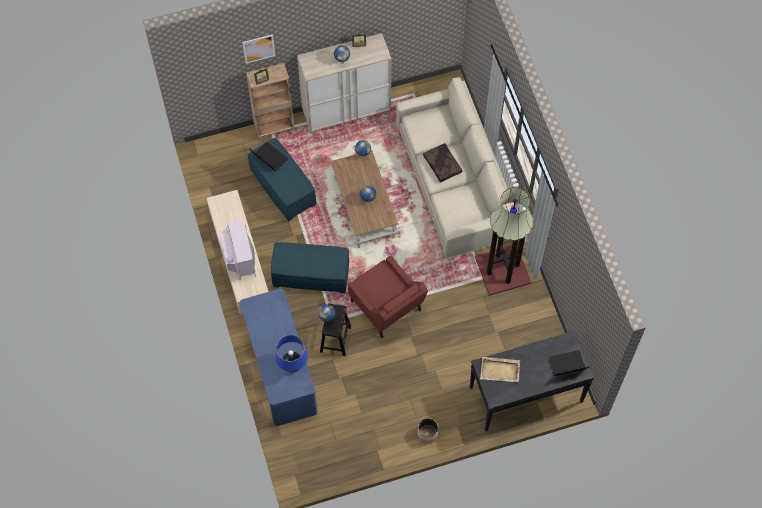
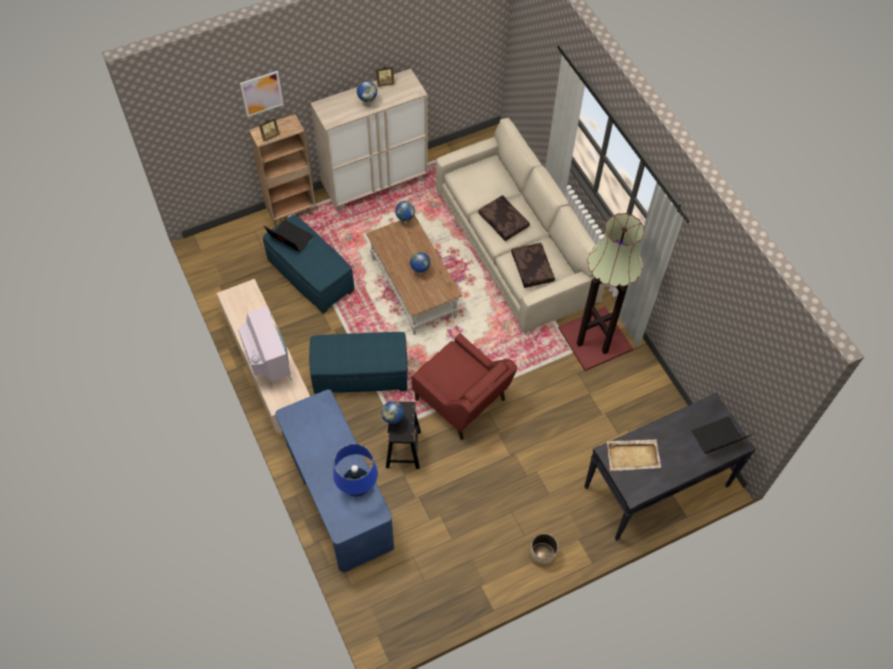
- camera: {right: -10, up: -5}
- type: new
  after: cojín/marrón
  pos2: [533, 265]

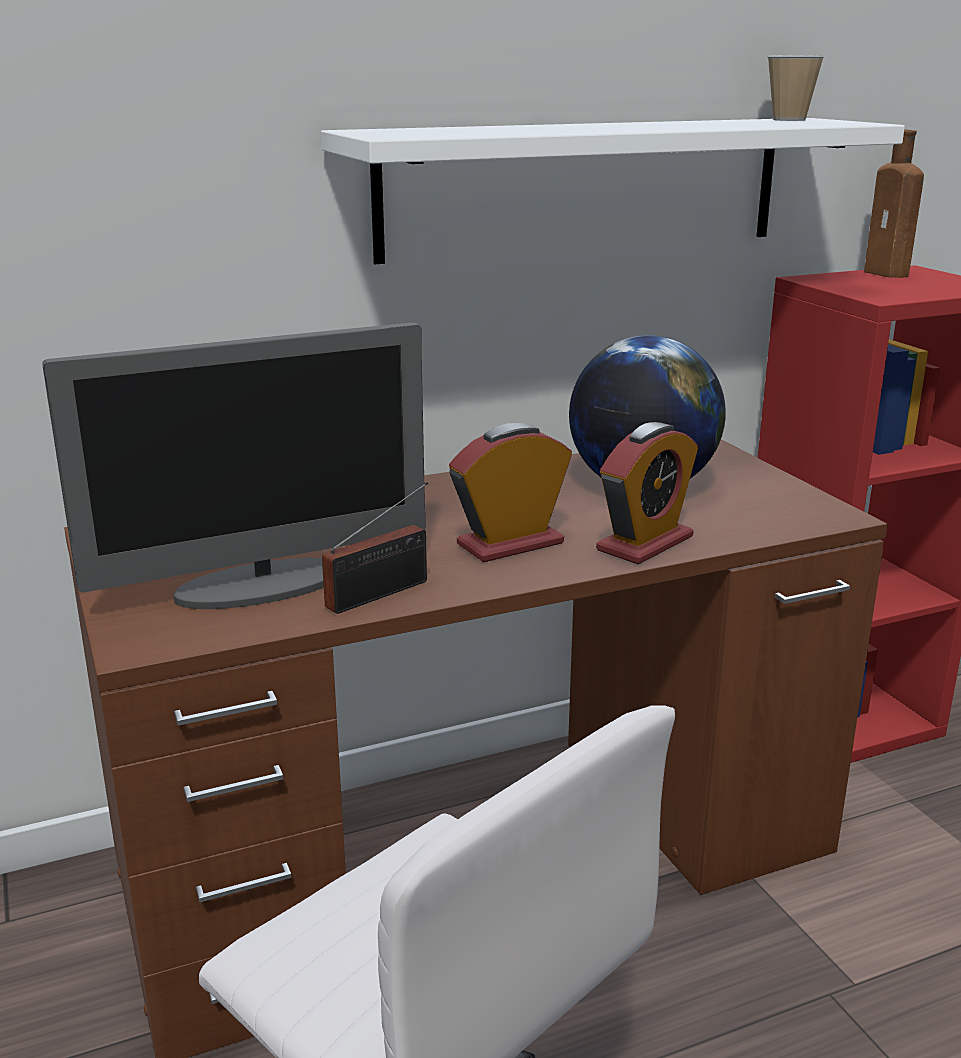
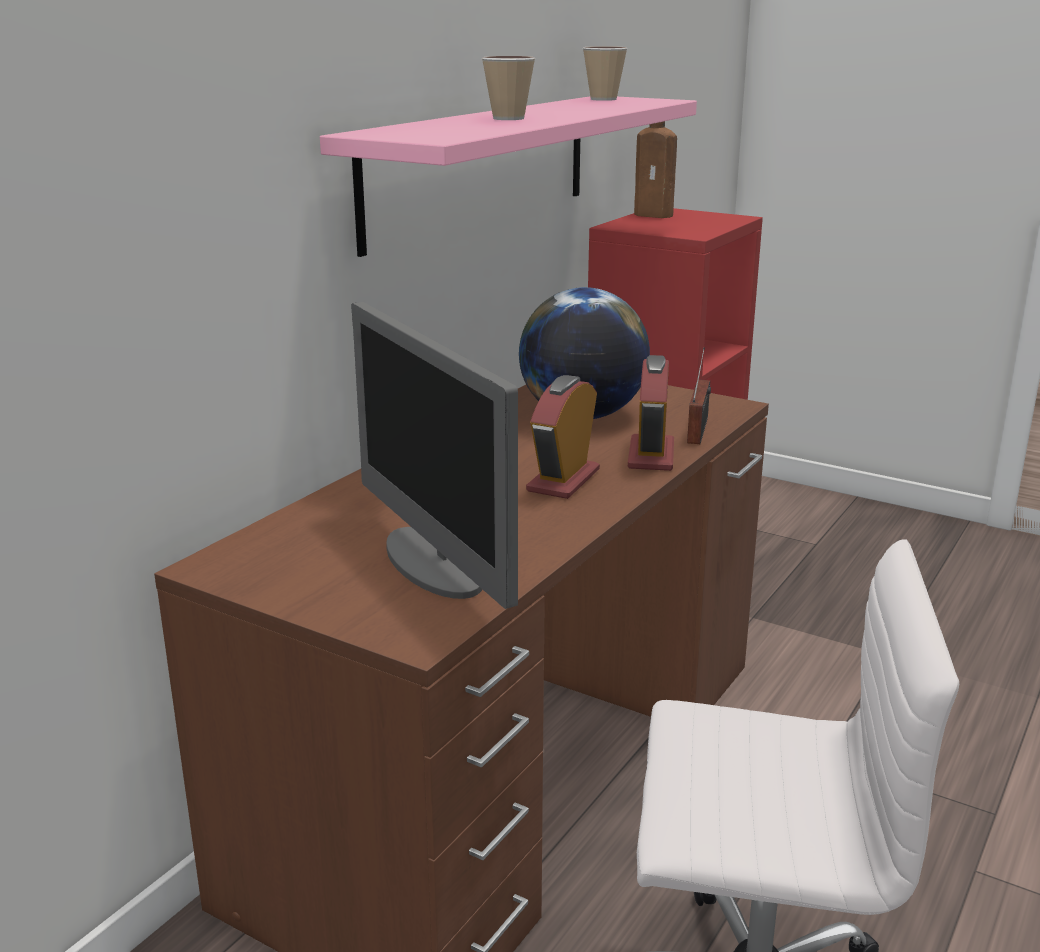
- camera: {right: -35, up: 0}
- type: new
  after: taza
  pos2: [508, 88]
- type: shifted
  before: radio
  pos1: [375, 548]
  pos2: [699, 396]
- type: repainted
  before: estante/blanco
  after: estante/rosa
  pos1: [613, 191]
  pos2: [508, 176]
- type: rotated
  before: monitor
  pos1: [234, 465]
  pos2: [434, 455]
  turn: 120

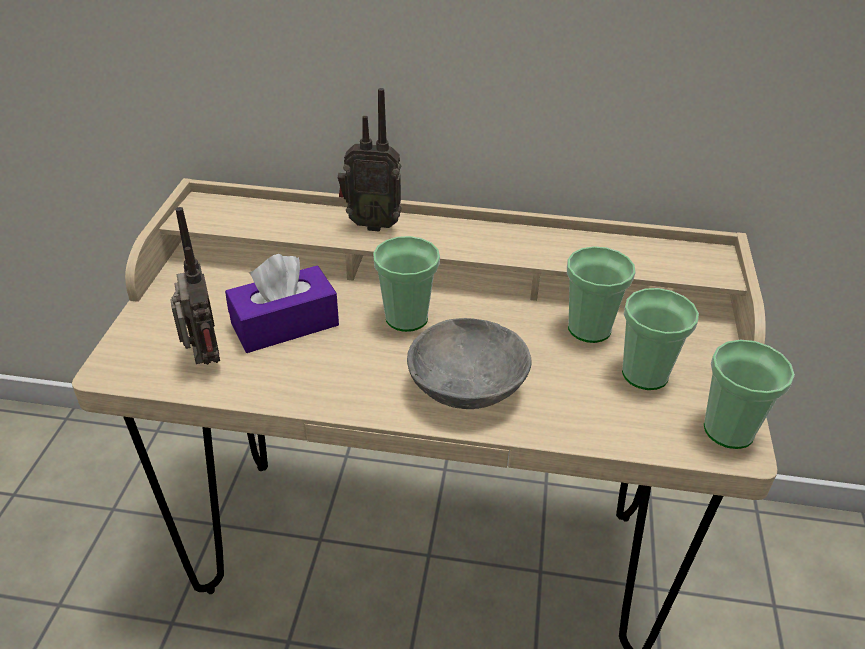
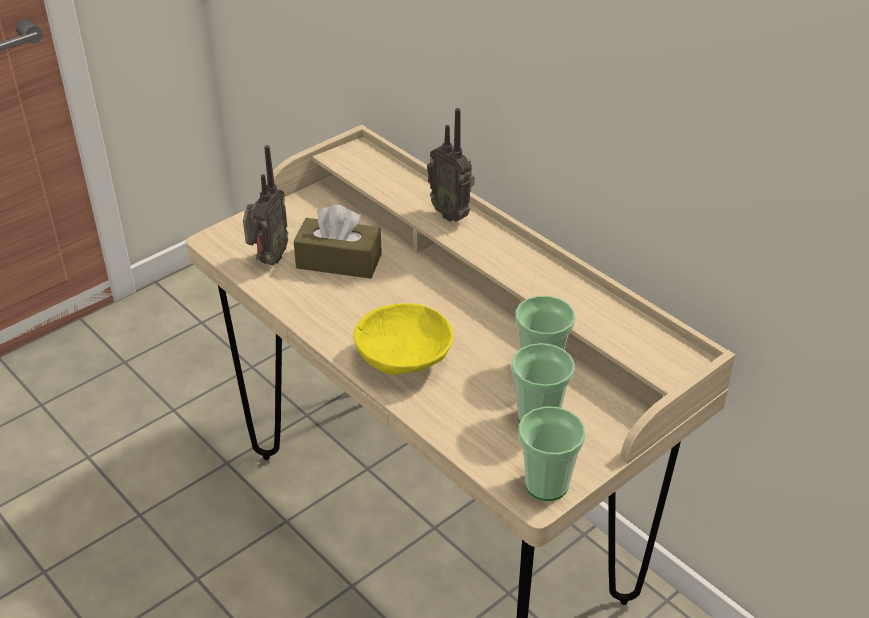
- camera: {right: 40, up: 0}
- type: gone
  before: taza
  pos1: [406, 284]
- type: repainted
  before: caja de pañuelos/morado
  after: caja de pañuelos/marrón
  pos1: [282, 303]
  pos2: [338, 242]
- type: repainted
  before: cuenco/gris
  after: cuenco/amarillo
  pos1: [469, 363]
  pos2: [403, 339]

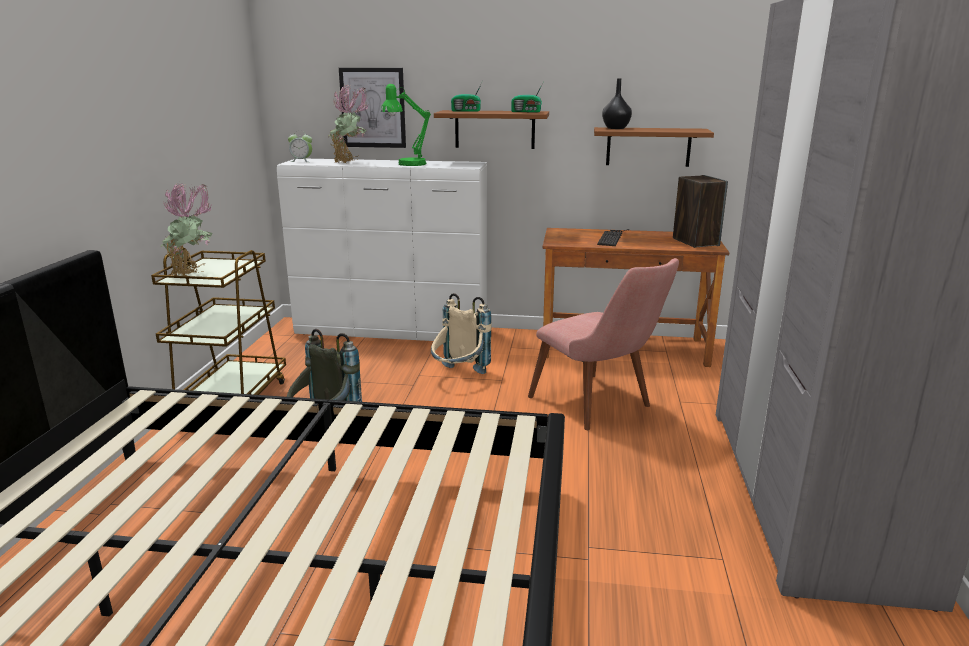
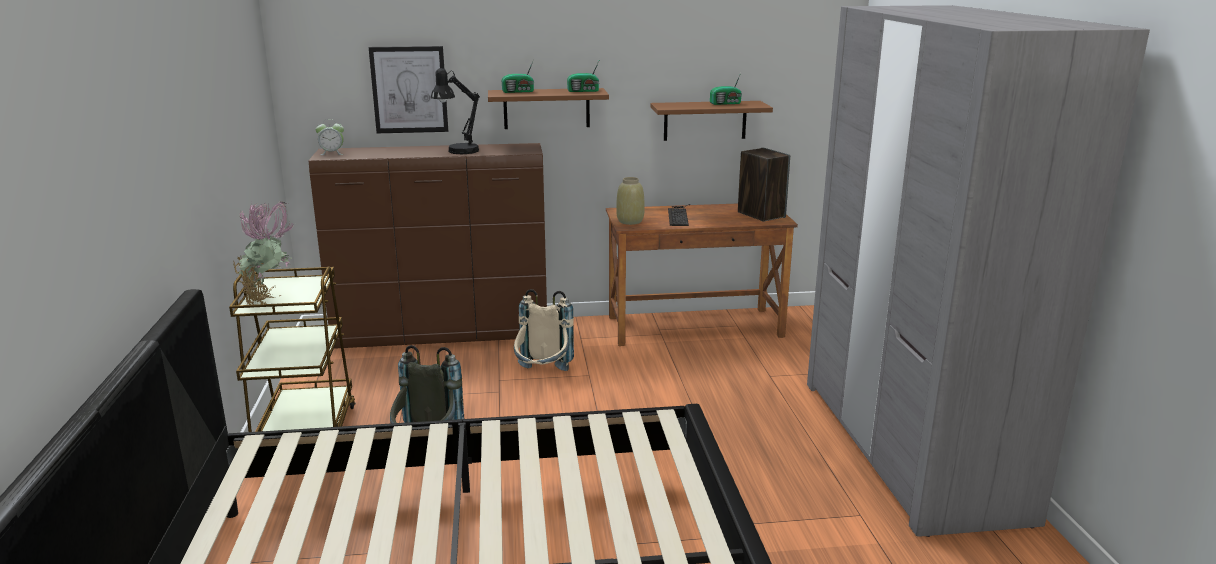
- camera: {right: -15, up: 0}
- type: gone
  before: planta en maceta
  pos1: [349, 124]
- type: gone
  before: silla/rosa
  pos1: [603, 344]
- type: gone
  before: florero/negro
  pos1: [617, 104]
- type: new
  after: florero/beis
  pos2: [630, 201]
- type: new
  after: radio
  pos2: [726, 89]
- type: repainted
  before: cómoda/blanco
  after: cómoda/marrón
  pos1: [382, 249]
  pos2: [427, 246]
- type: repainted
  before: lámpara de mesa/verde
  after: lámpara de mesa/negro
  pos1: [406, 125]
  pos2: [455, 111]

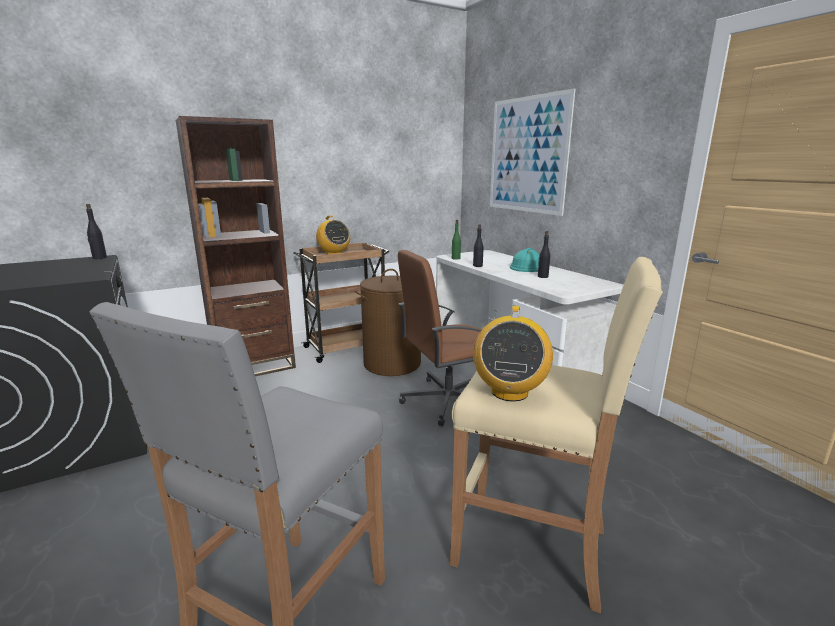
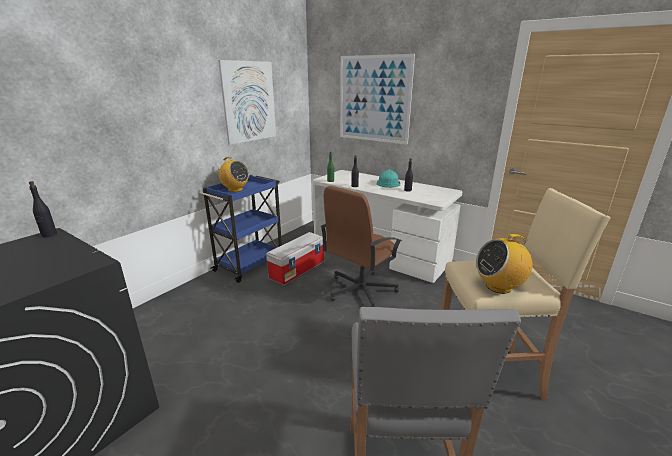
- camera: {right: -25, up: 5}
- type: gone
  before: estantería/marrón
  pos1: [236, 246]
- type: new
  after: cuadro
  pos2: [247, 102]
- type: swapped
  before: cesto de la ropa/marrón
  after: caja de almacenaje
  pos1: [387, 322]
  pos2: [295, 259]
- type: repainted
  before: carrito/marrón
  after: carrito/azul
  pos1: [341, 302]
  pos2: [241, 229]
- type: rotated
  before: radio
  pos1: [513, 353]
  pos2: [504, 264]
  turn: 90

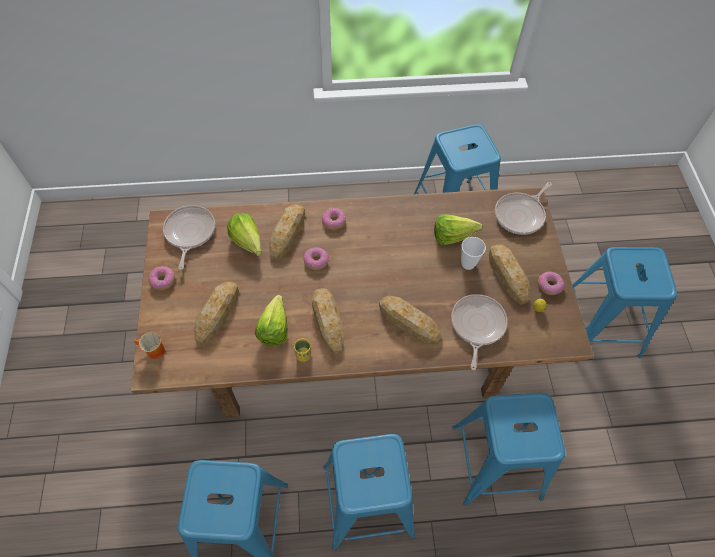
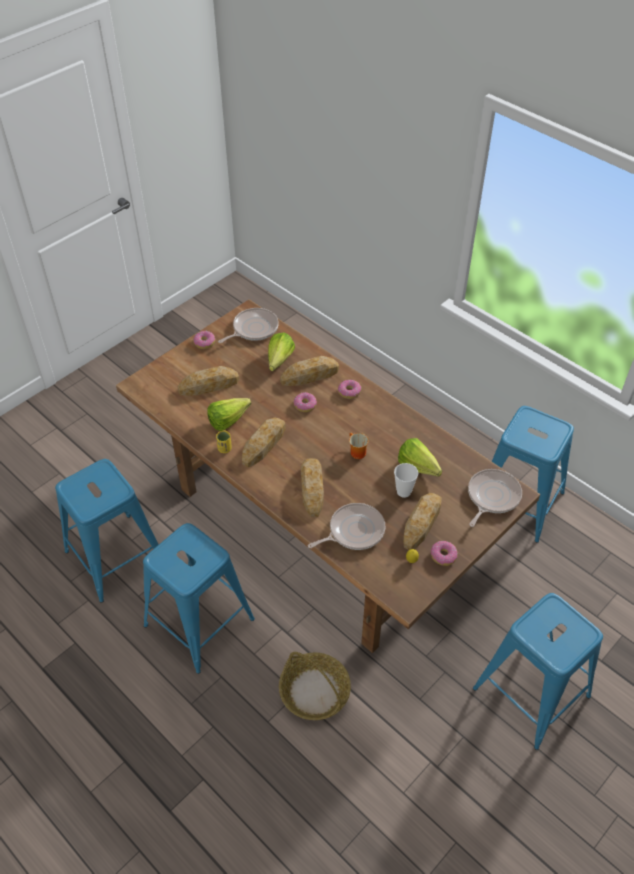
- camera: {right: 50, up: -10}
- type: shifted
  before: taza grande
  pos1: [149, 345]
  pos2: [359, 446]
- type: swapped
  before: taburete/azul
  after: cesta
  pos1: [508, 449]
  pos2: [315, 686]
- type: rotated
  before: sartén
  pos1: [523, 208]
  pos2: [495, 498]
  turn: 120

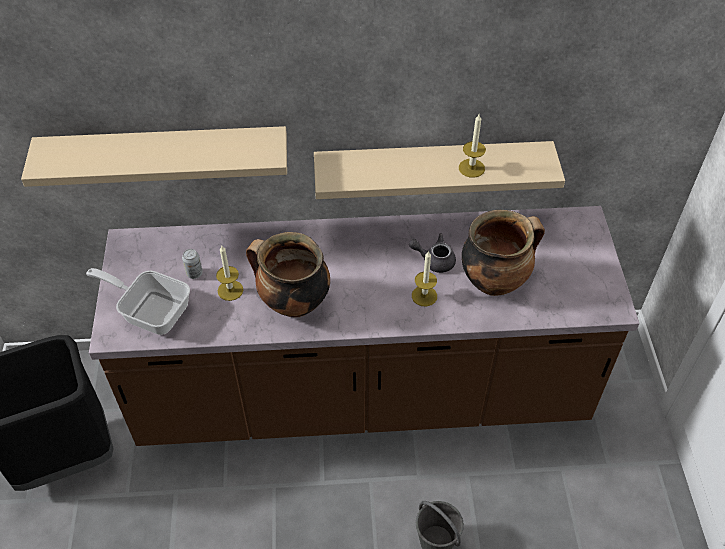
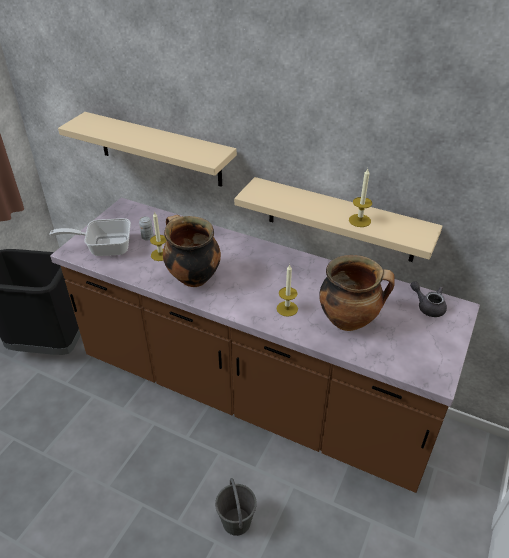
- camera: {right: 30, up: -10}
- type: shifted
  before: tetera/gris
  pos1: [432, 253]
  pos2: [428, 299]
- type: rotated
  before: sartén
  pos1: [138, 301]
  pos2: [90, 237]
  turn: -60

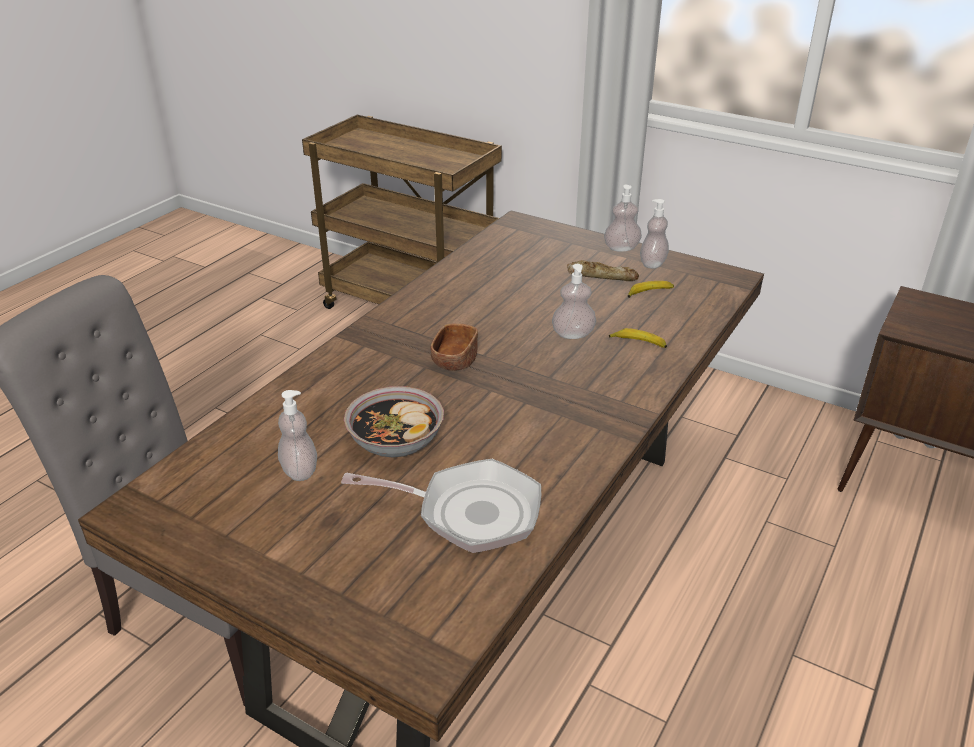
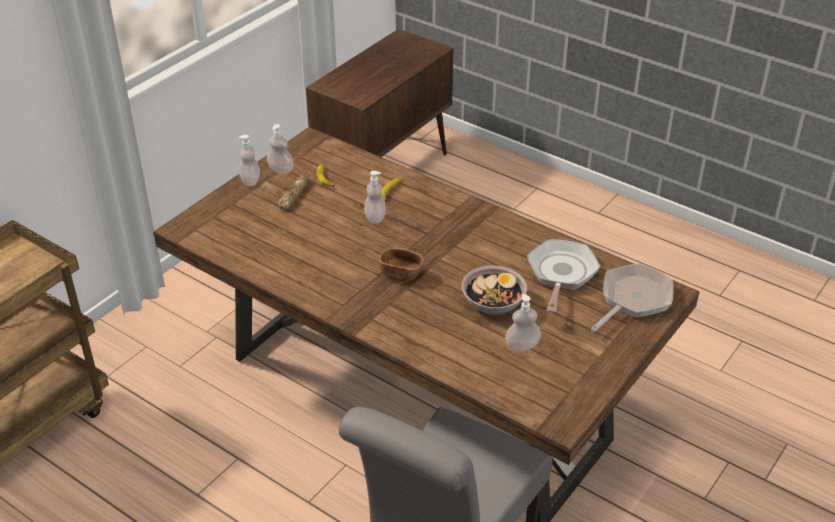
- camera: {right: -85, up: 5}
- type: new
  after: sartén
  pos2: [632, 298]

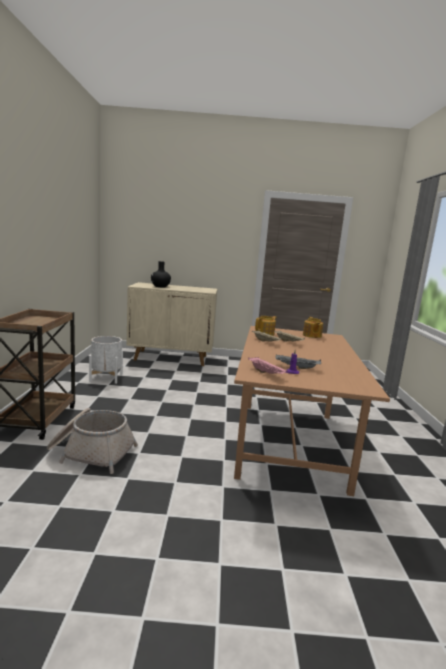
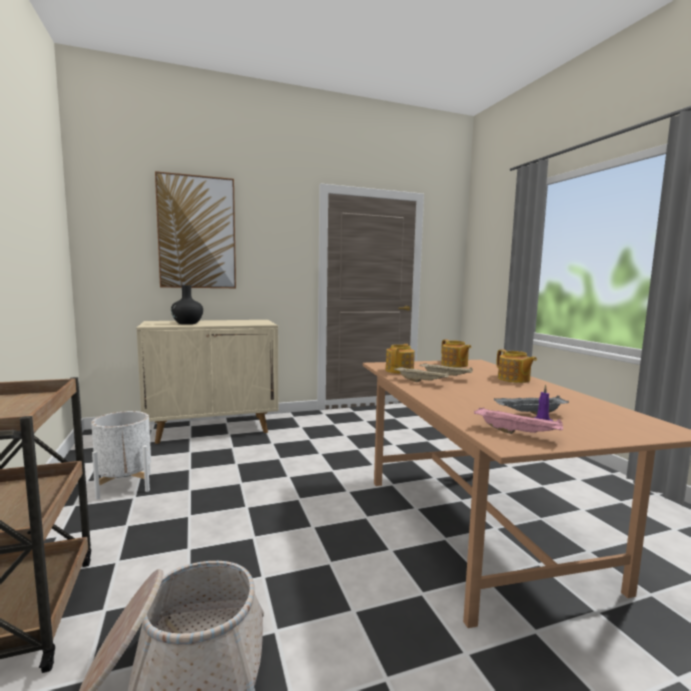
- camera: {right: -20, up: -5}
- type: new
  after: cuadro
  pos2: [195, 229]
- type: new
  after: tetera
  pos2: [517, 366]

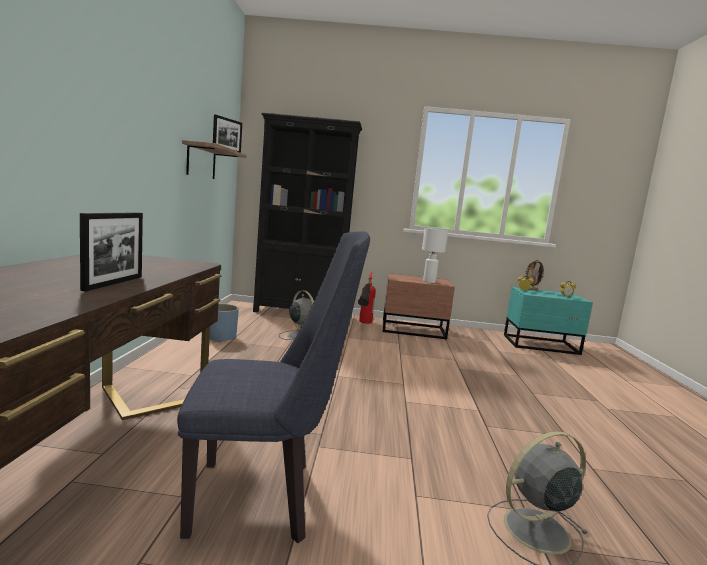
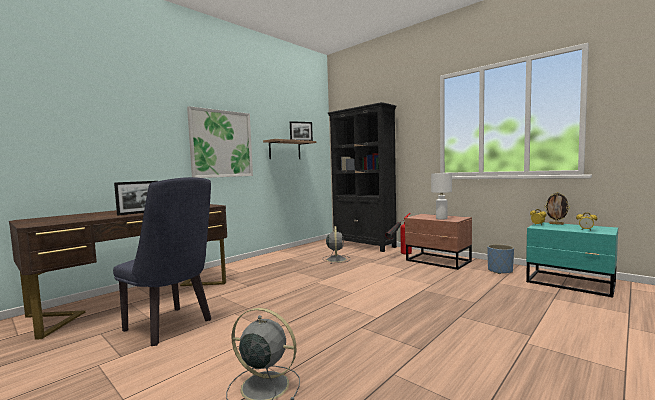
- camera: {right: 40, up: -5}
- type: new
  after: cuadro
  pos2: [220, 142]
- type: shifted
  before: maceta/azul
  pos1: [224, 323]
  pos2: [500, 259]

